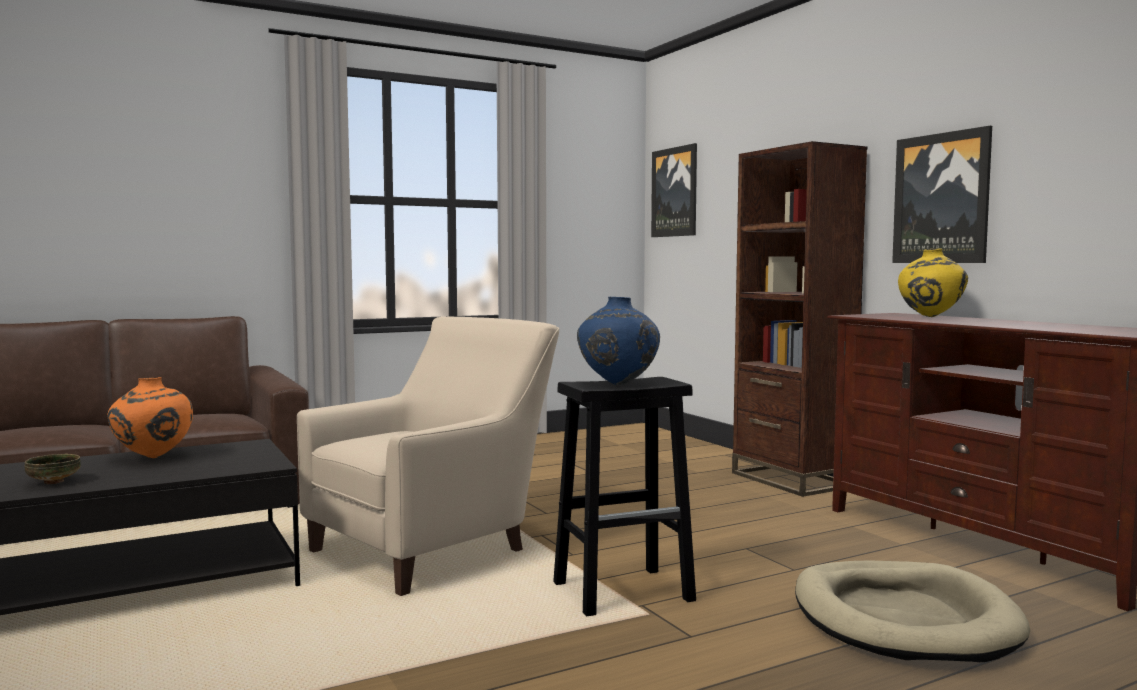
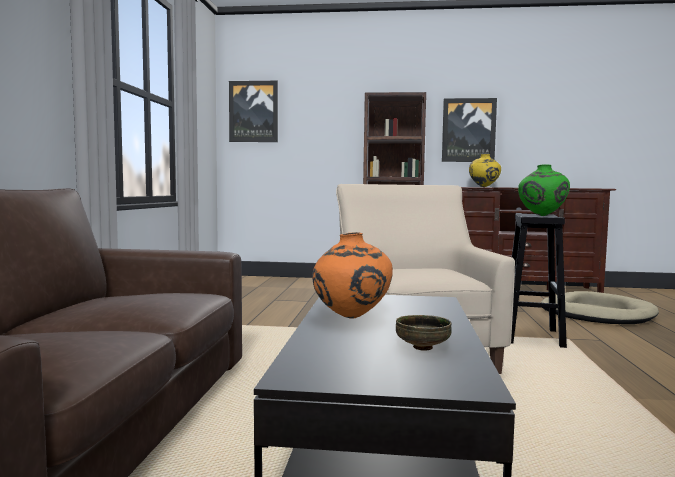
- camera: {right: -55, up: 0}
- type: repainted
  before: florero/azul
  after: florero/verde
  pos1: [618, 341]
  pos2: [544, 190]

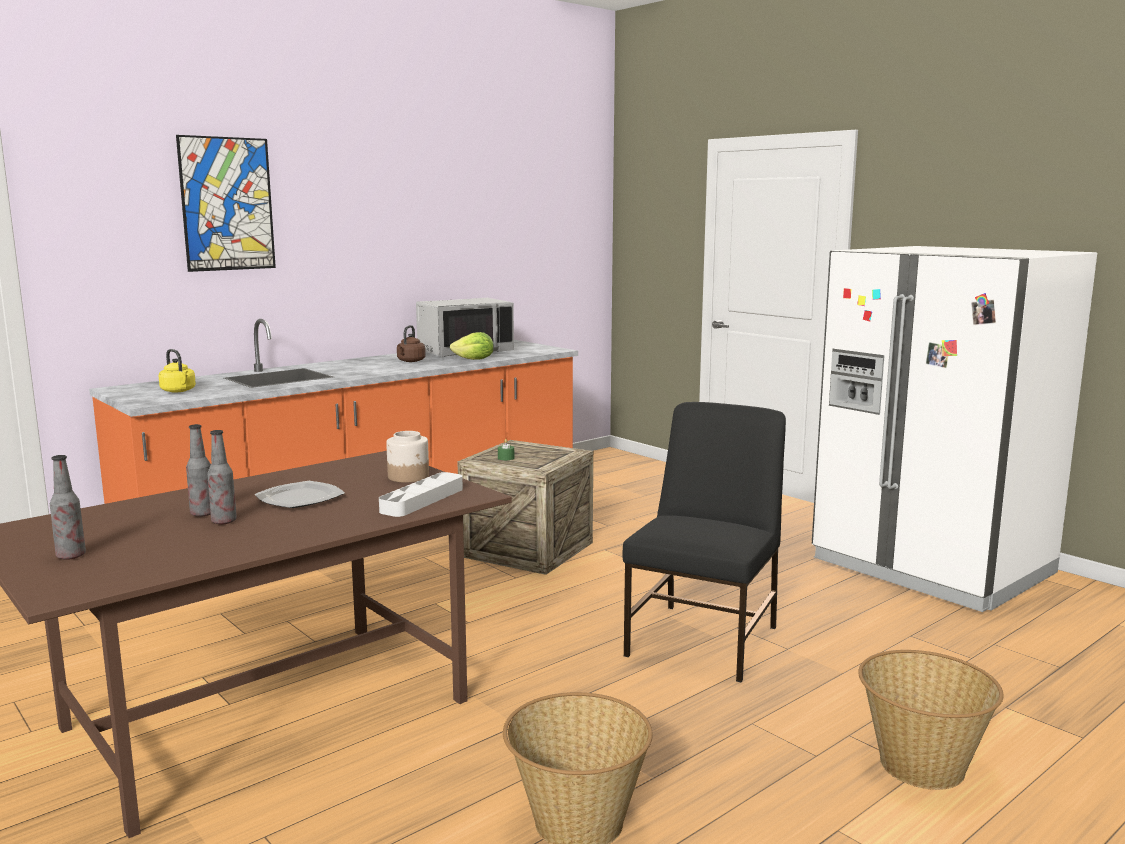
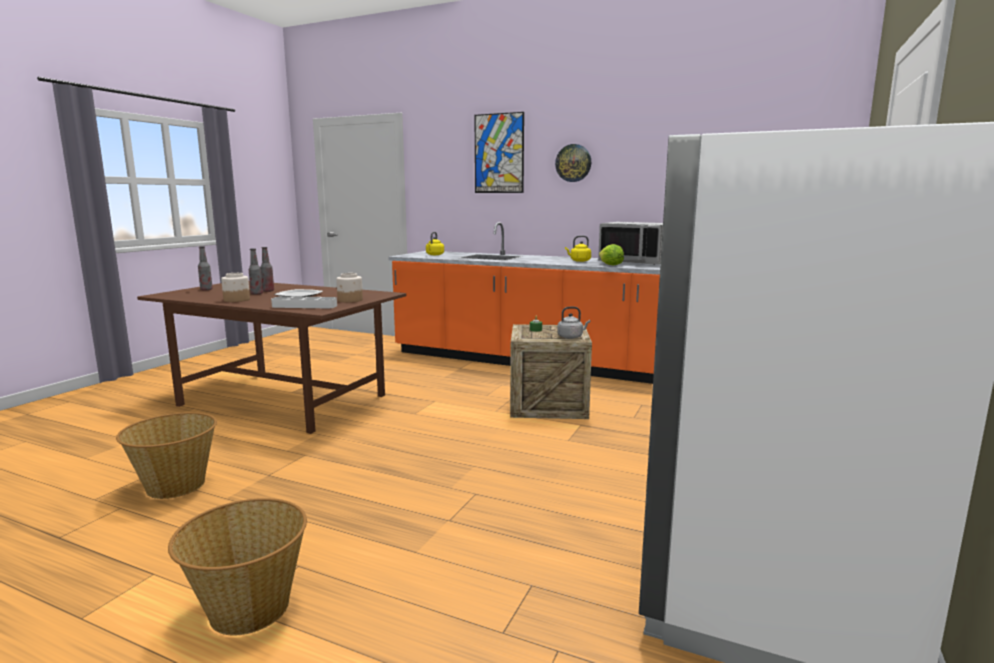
- camera: {right: 65, up: 0}
- type: gone
  before: silla/negro
  pos1: [704, 542]
- type: new
  after: tarro
  pos2: [235, 287]
- type: new
  after: reloj de pared
  pos2: [573, 163]
- type: new
  after: hervidor/gris
  pos2: [574, 323]
- type: repainted
  before: hervidor/marrón
  after: hervidor/amarillo
  pos1: [411, 343]
  pos2: [578, 249]

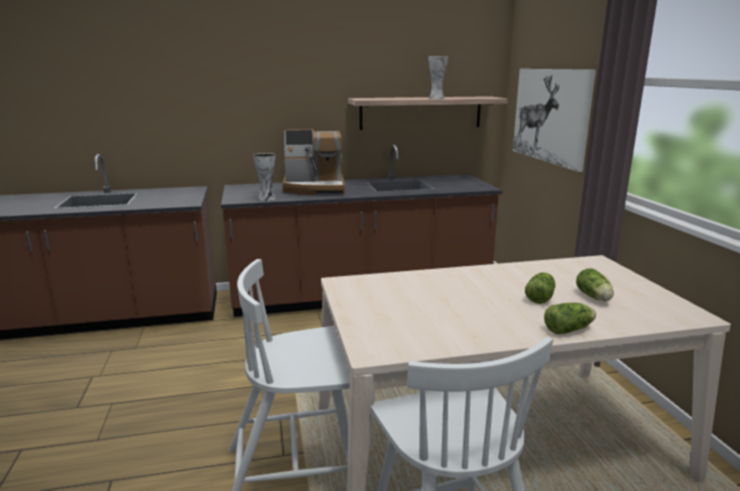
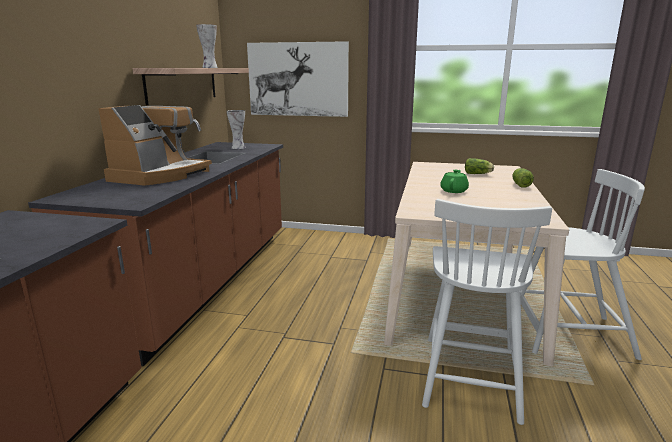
- camera: {right: -65, up: 0}
- type: gone
  before: lechuga
  pos1: [540, 288]
- type: new
  after: tetera/verde
  pos2: [454, 181]
- type: shifted
  before: florero
  pos1: [264, 177]
  pos2: [236, 129]

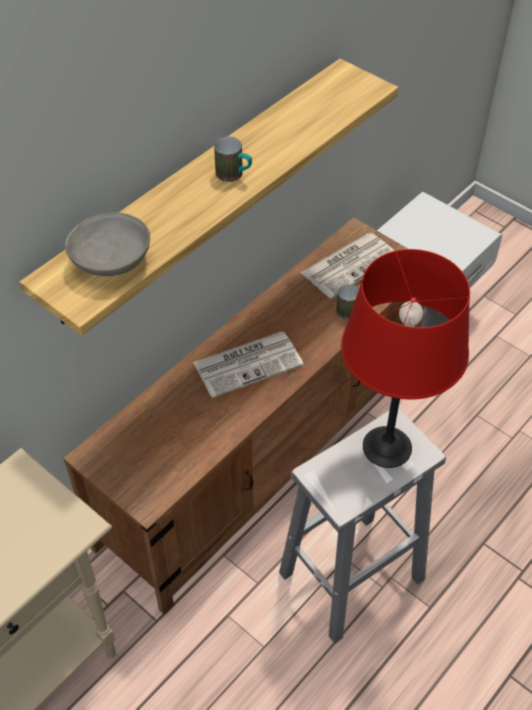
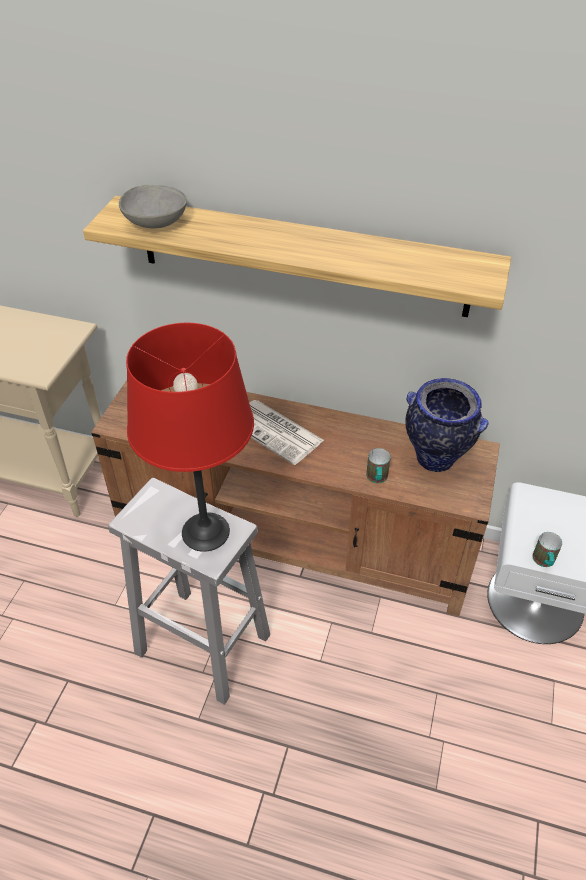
- camera: {right: 65, up: -5}
- type: shifted
  before: taza grande
  pos1: [233, 159]
  pos2: [547, 549]
- type: swapped
  before: periódico
  after: florero
  pos1: [348, 265]
  pos2: [447, 425]

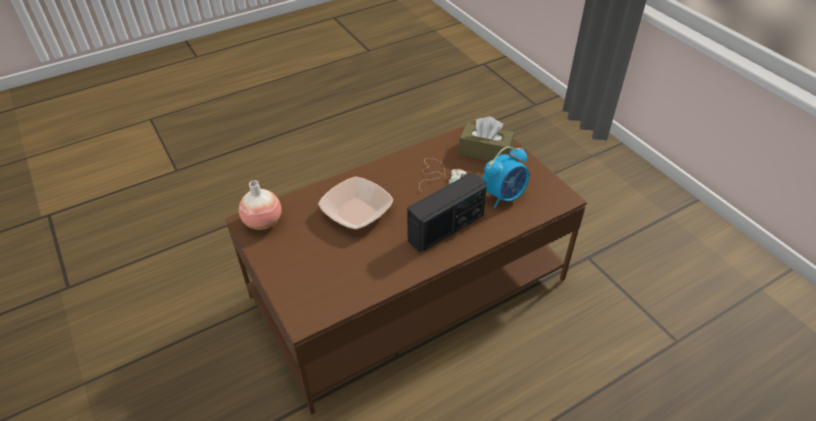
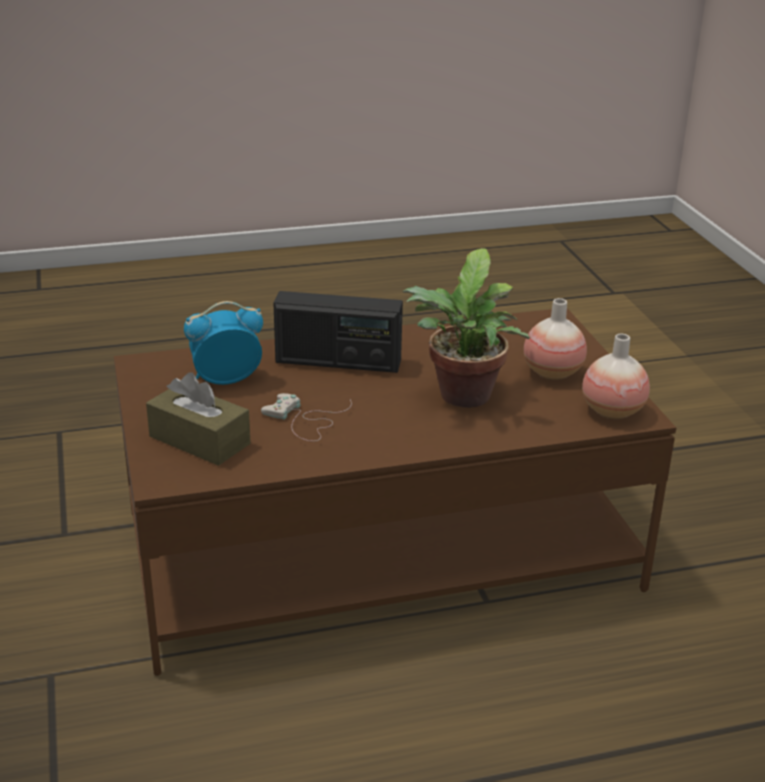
- camera: {right: -165, up: -15}
- type: new
  after: florero
  pos2: [555, 339]
- type: swapped
  before: cuenco
  after: planta en maceta
  pos1: [355, 202]
  pos2: [466, 328]
- type: rotated
  before: radio
  pos1: [446, 212]
  pos2: [338, 332]
  turn: -150

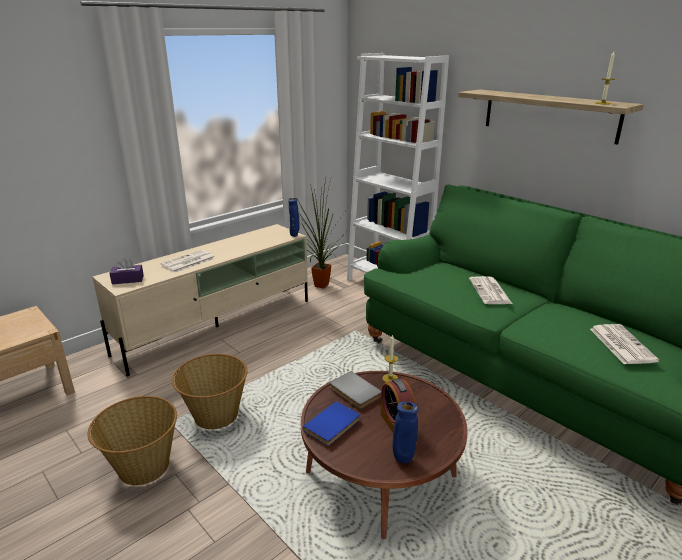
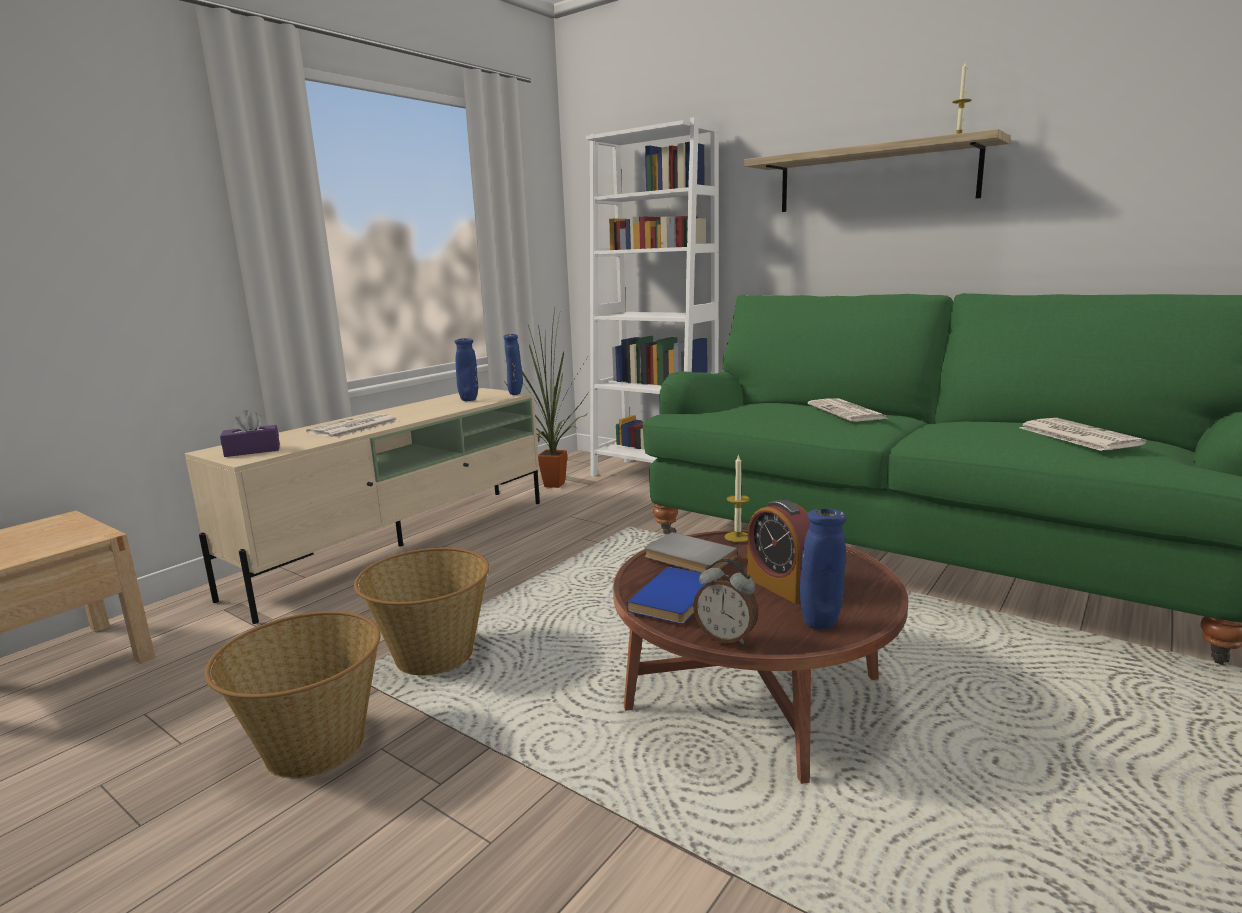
- camera: {right: -10, up: -10}
- type: new
  after: florero/azul
  pos2: [466, 369]
- type: new
  after: despertador
  pos2: [726, 602]

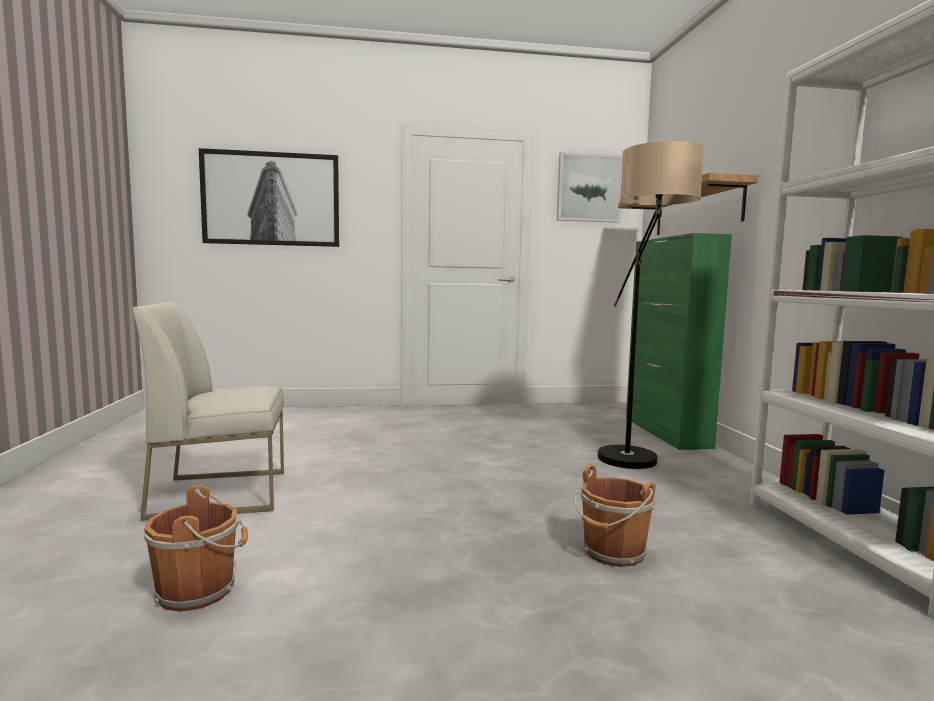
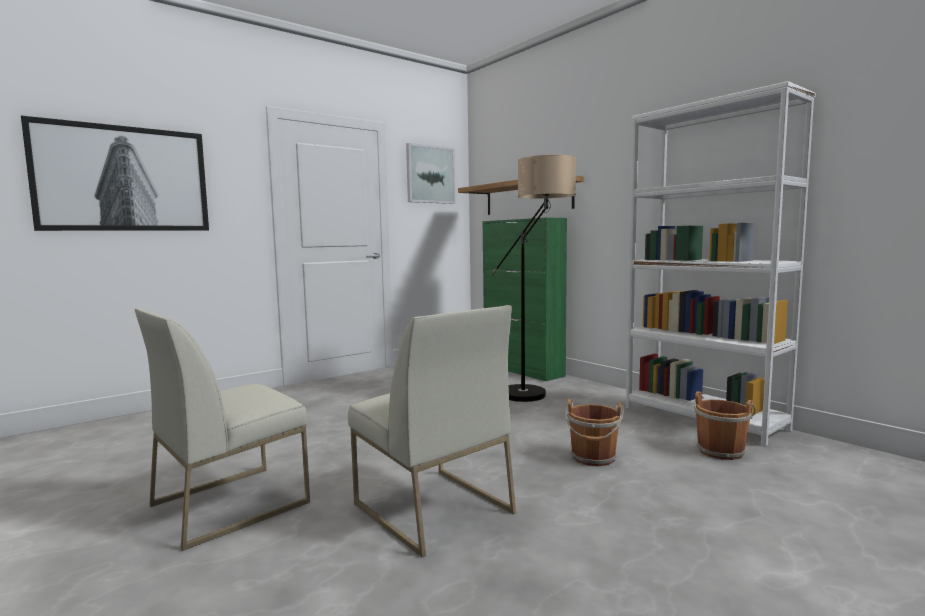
- camera: {right: -30, up: 0}
- type: new
  after: silla/blanco
  pos2: [432, 431]
- type: shifted
  before: cubo/marrón
  pos1: [196, 548]
  pos2: [725, 425]

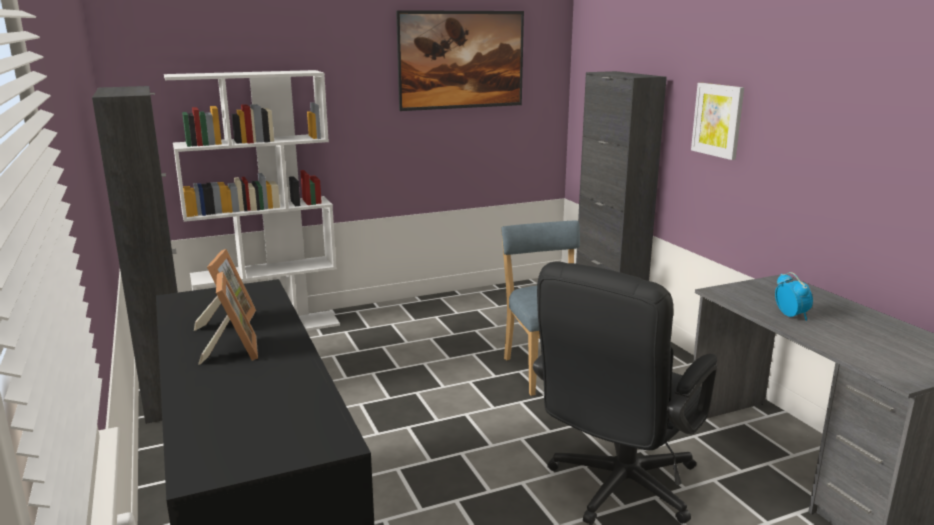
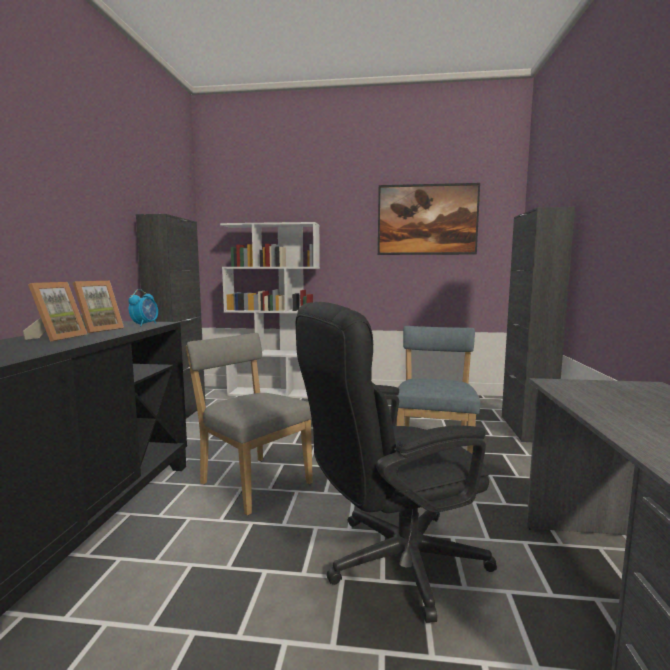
- camera: {right: 30, up: -10}
- type: gone
  before: cuadro
  pos1: [717, 121]
- type: new
  after: silla/gris
  pos2: [249, 424]
- type: shifted
  before: despertador
  pos1: [794, 296]
  pos2: [143, 307]

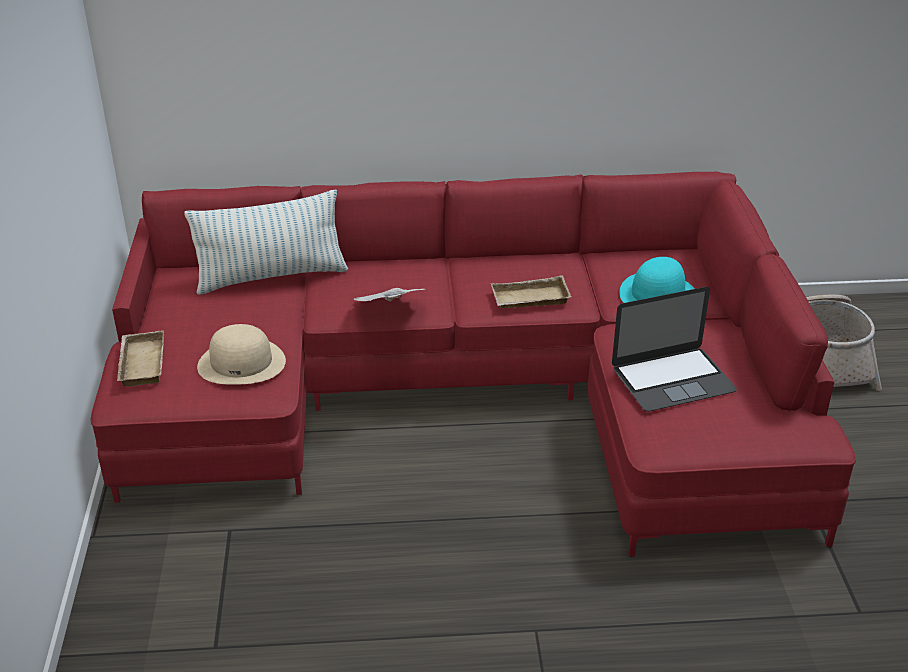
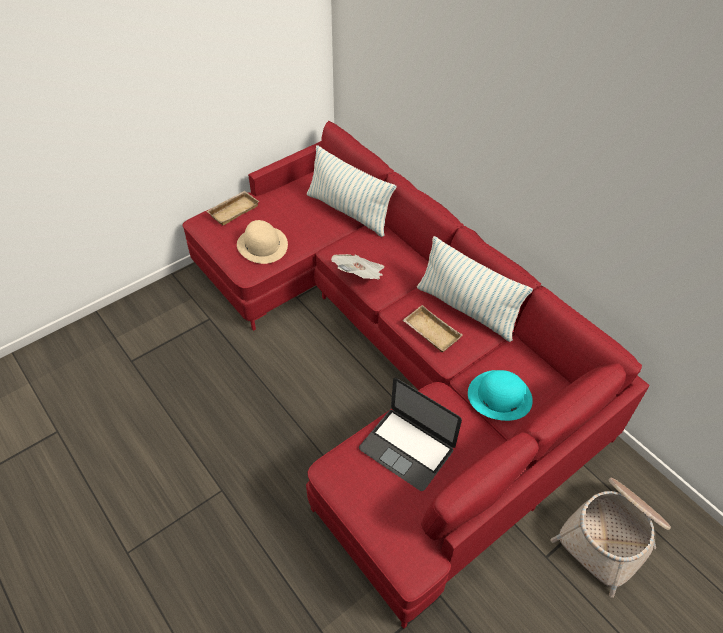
- camera: {right: 55, up: 15}
- type: new
  after: cojín
  pos2: [475, 289]

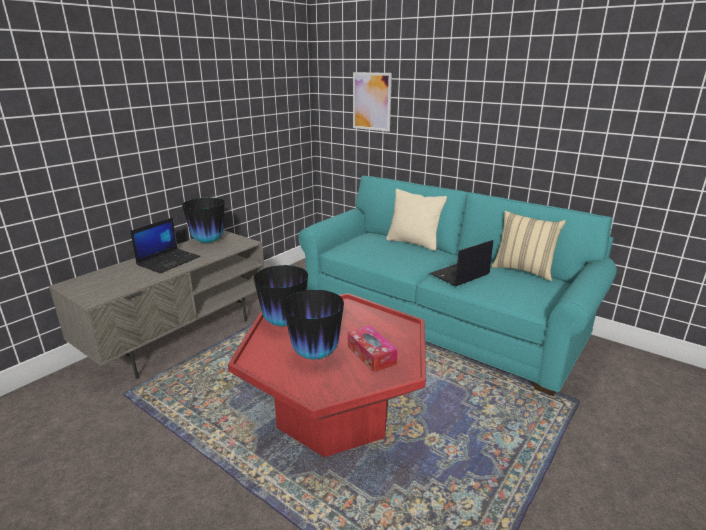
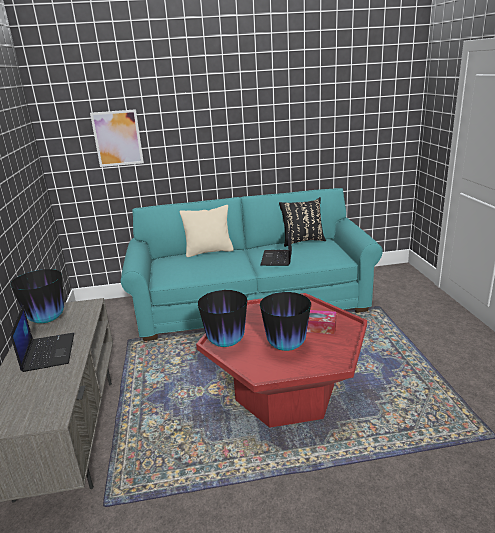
- camera: {right: -45, up: 0}
- type: repainted
  before: cojín/beis
  after: cojín/negro
  pos1: [528, 246]
  pos2: [302, 222]

